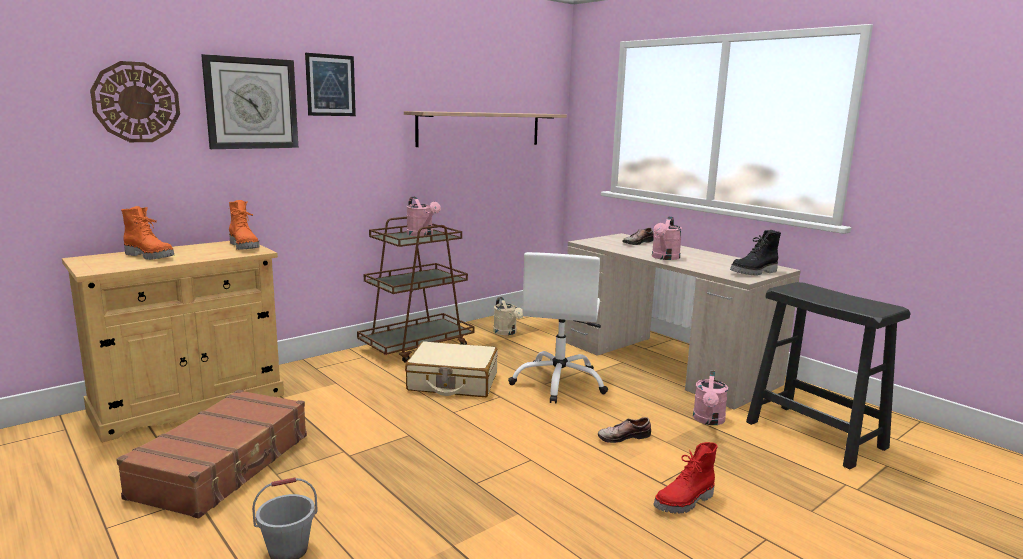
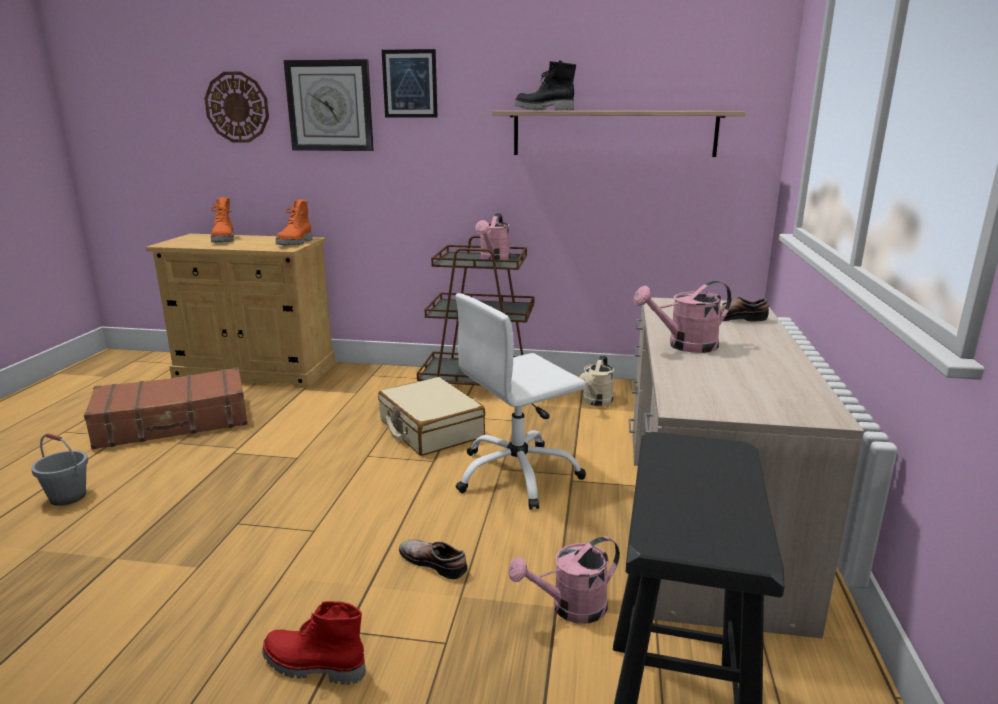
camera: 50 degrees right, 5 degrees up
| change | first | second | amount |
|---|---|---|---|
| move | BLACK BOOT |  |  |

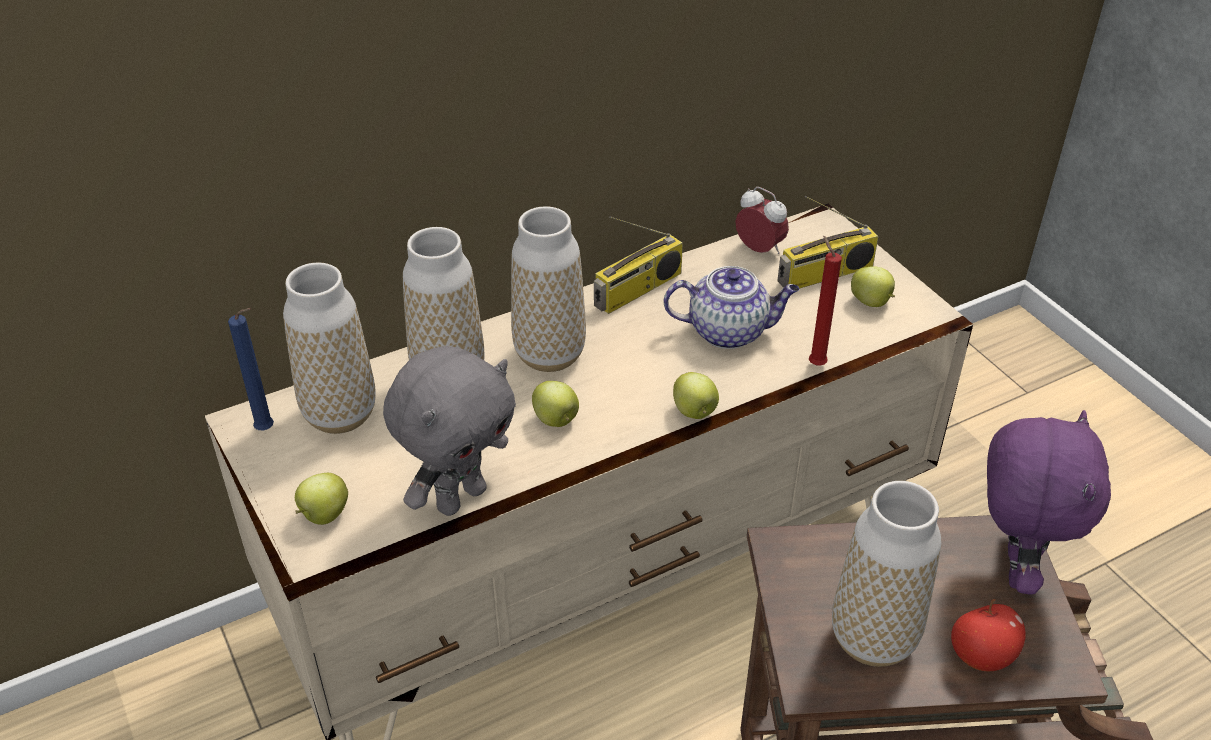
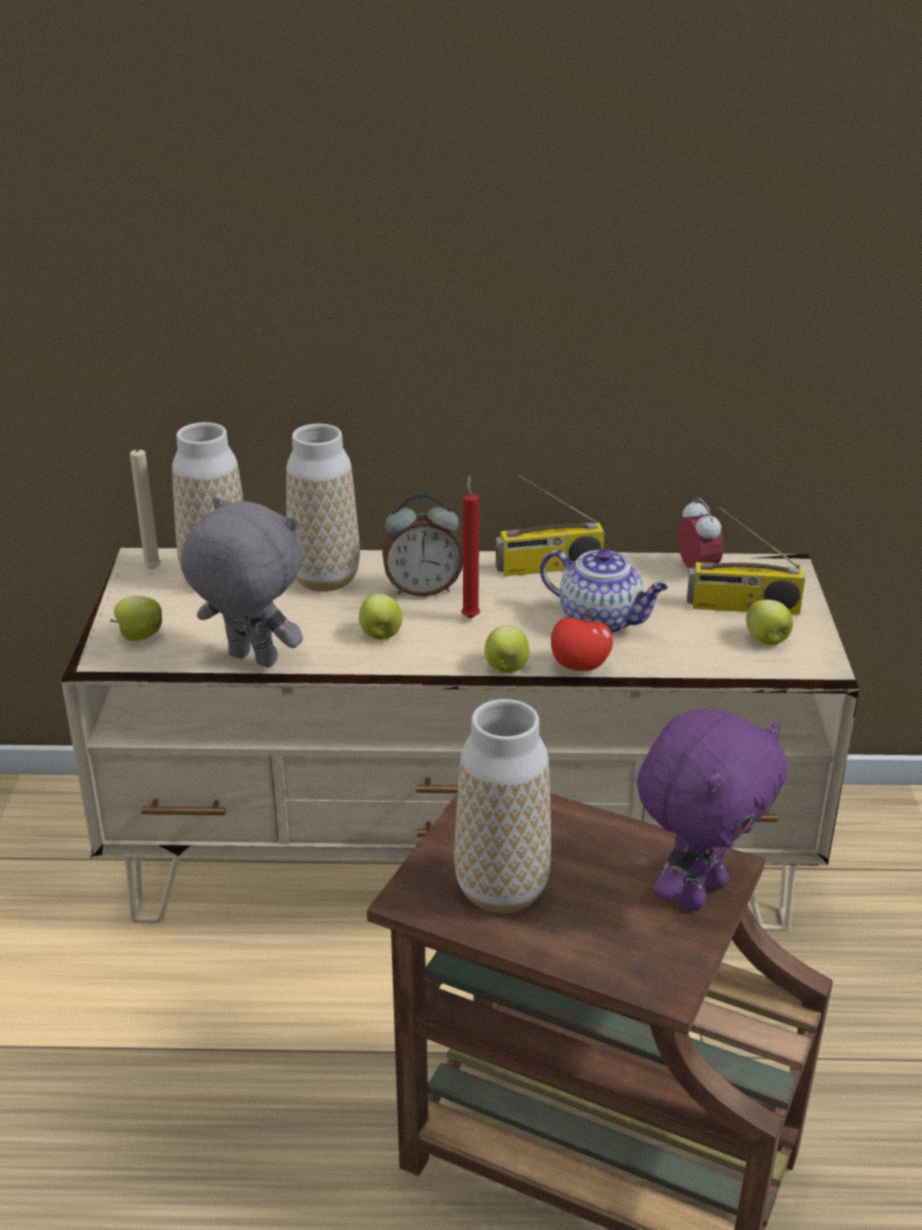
camera: 30 degrees right, 10 degrees down
| change | first | second | amount |
|---|---|---|---|
| move | RED CANDLE |  |  |
| move | APPLE (5th from left in the first image) | APPLE (4th from left) |  |
| replace | VASE (3rd from left) | ALARM CLOCK (1st from left) |  |
| recolor | BLUE CANDLE | BEIGE CANDLE |  |
| rotate | GREY PLUSH TOY |  | 135 degrees counterclockwise |

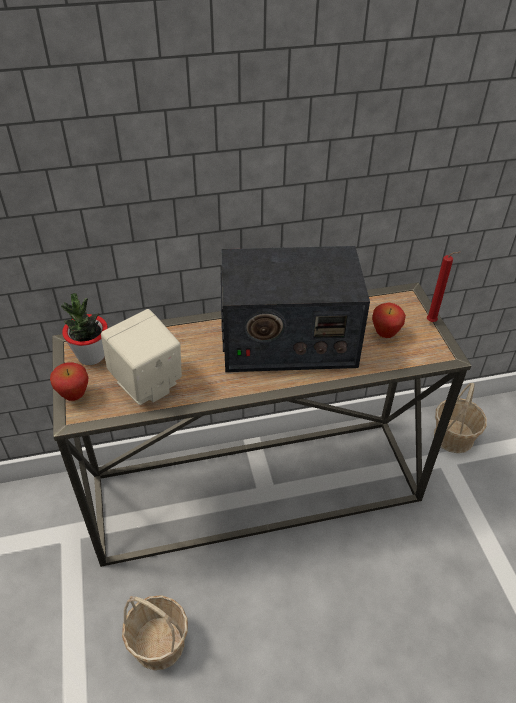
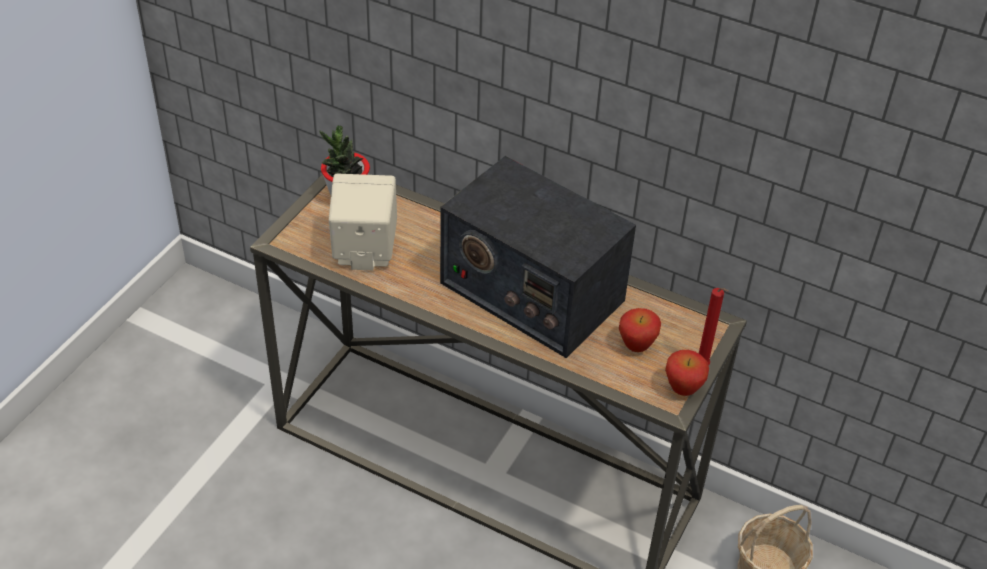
camera: 40 degrees right, 0 degrees up
| change | first | second | amount |
|---|---|---|---|
| delete | BASKET (1st from left) |  |  |
| move | APPLE (1st from left in the first image) | APPLE (2nd from left) |  |

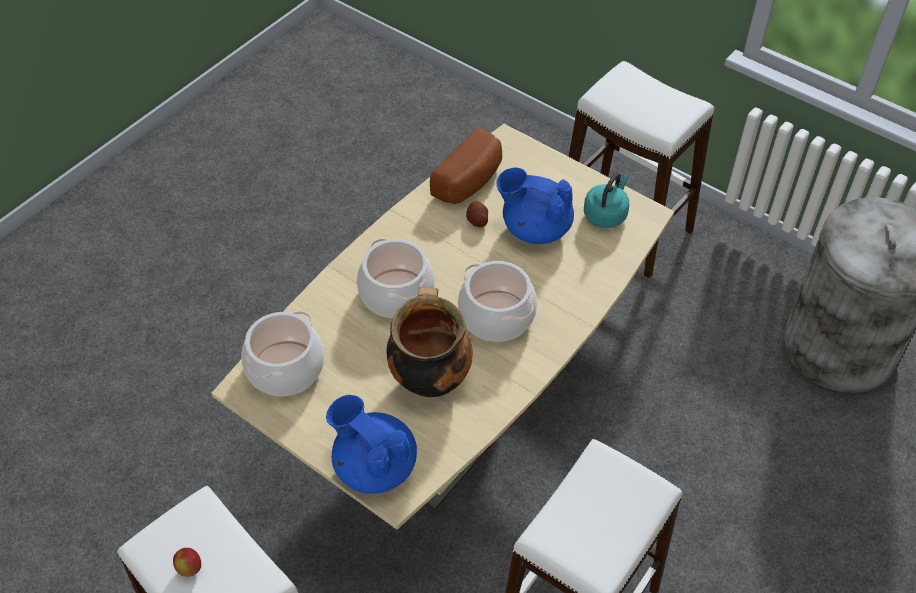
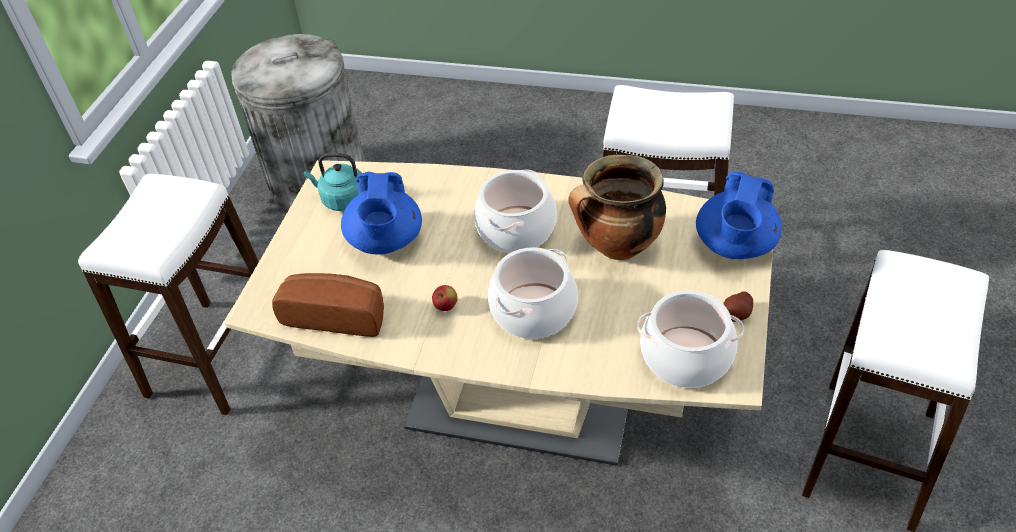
camera: 110 degrees left, 5 degrees down
| change | first | second | amount |
|---|---|---|---|
| move | APPLE |  |  |
| move | POTATO |  |  |

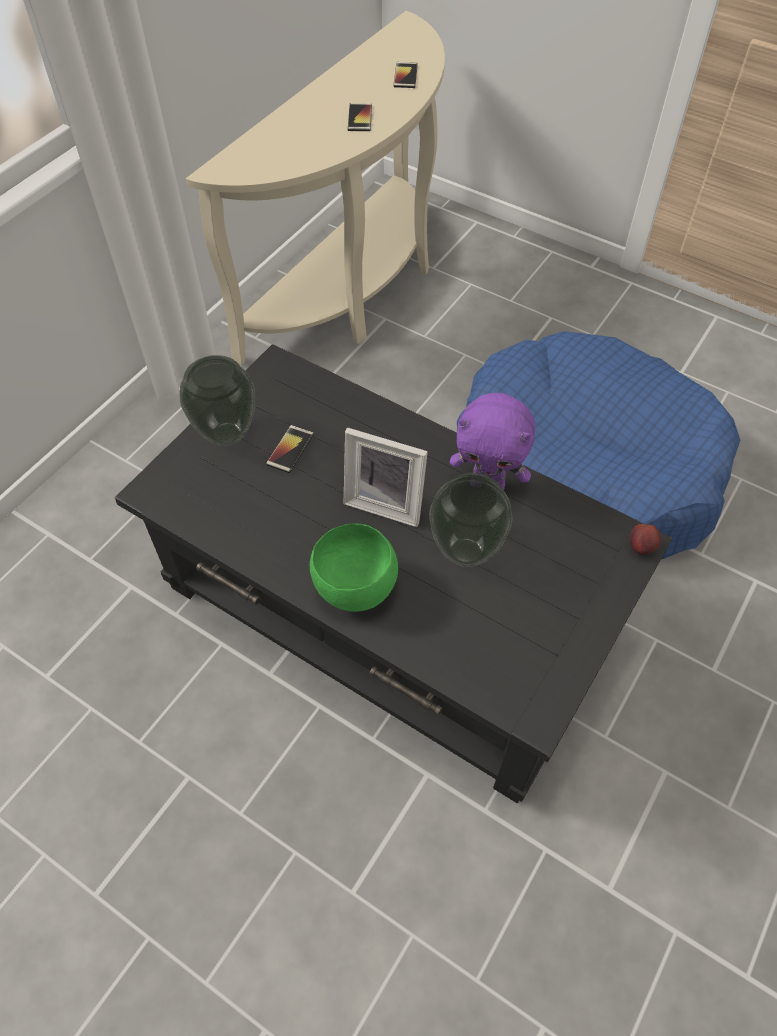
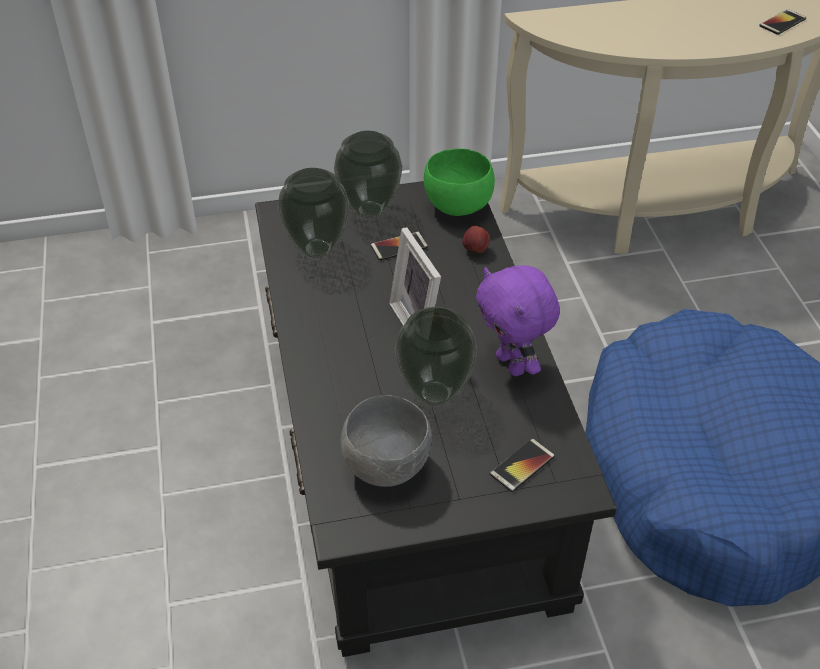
camera: 45 degrees right, 10 degrees down
| change | first | second | amount |
|---|---|---|---|
| insert |  | VASE (1st from left) |  |
| insert |  | GREY BOWL |  |
| move | GREEN BOWL |  |  |
| move | PHONE (2nd from left) |  |  |
| move | APPLE |  |  |

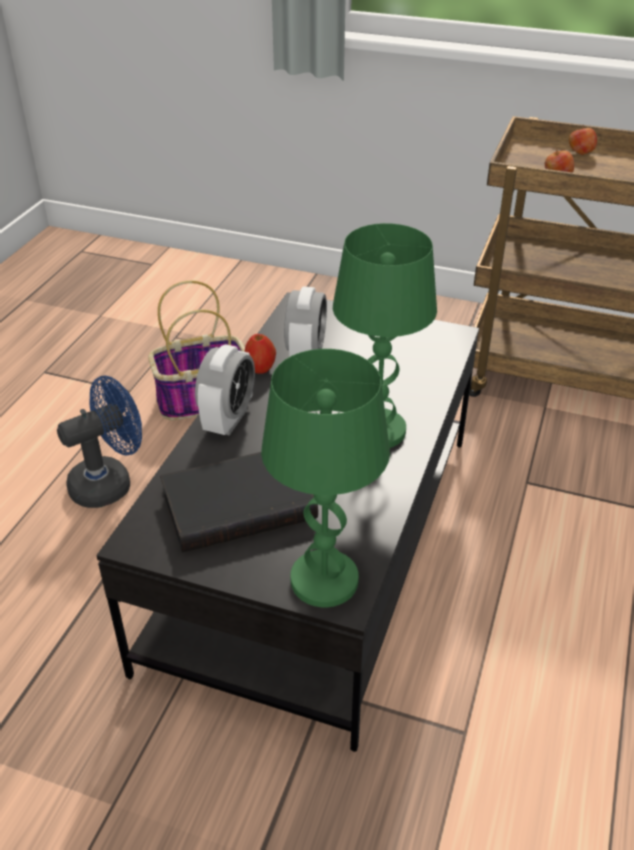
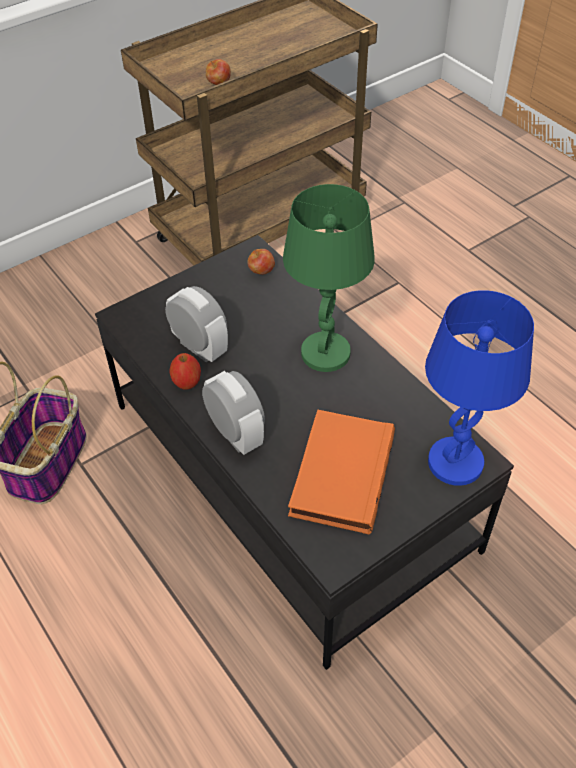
camera: 55 degrees left, 10 degrees up
| change | first | second | amount |
|---|---|---|---|
| delete | BLUE FAN |  |  |
| move | APPLE (3rd from left) |  |  |
| recolor | BLACK BOOK | ORANGE BOOK |  |
| recolor | GREEN TABLE LAMP (1st from left) | BLUE TABLE LAMP |  |

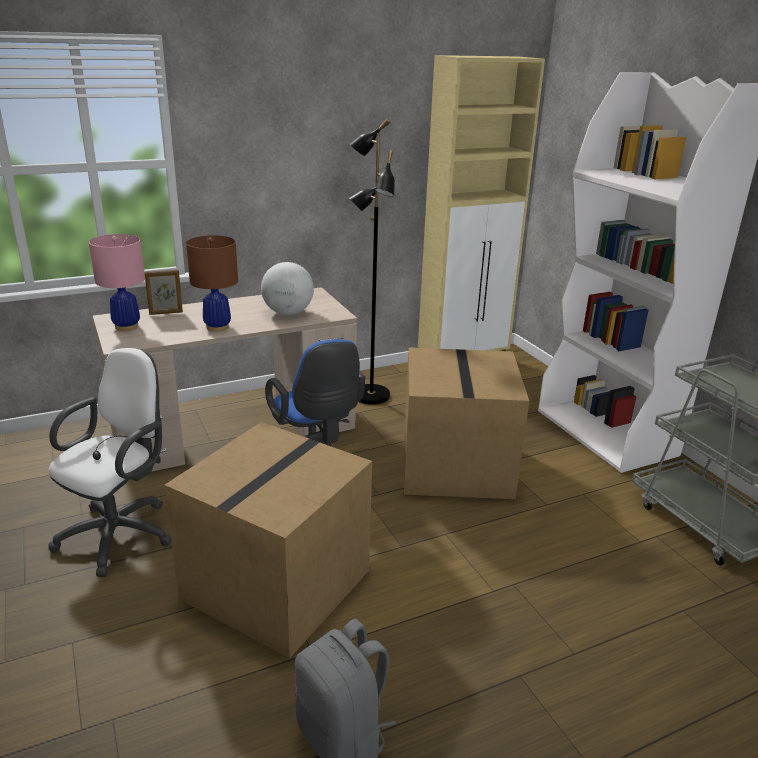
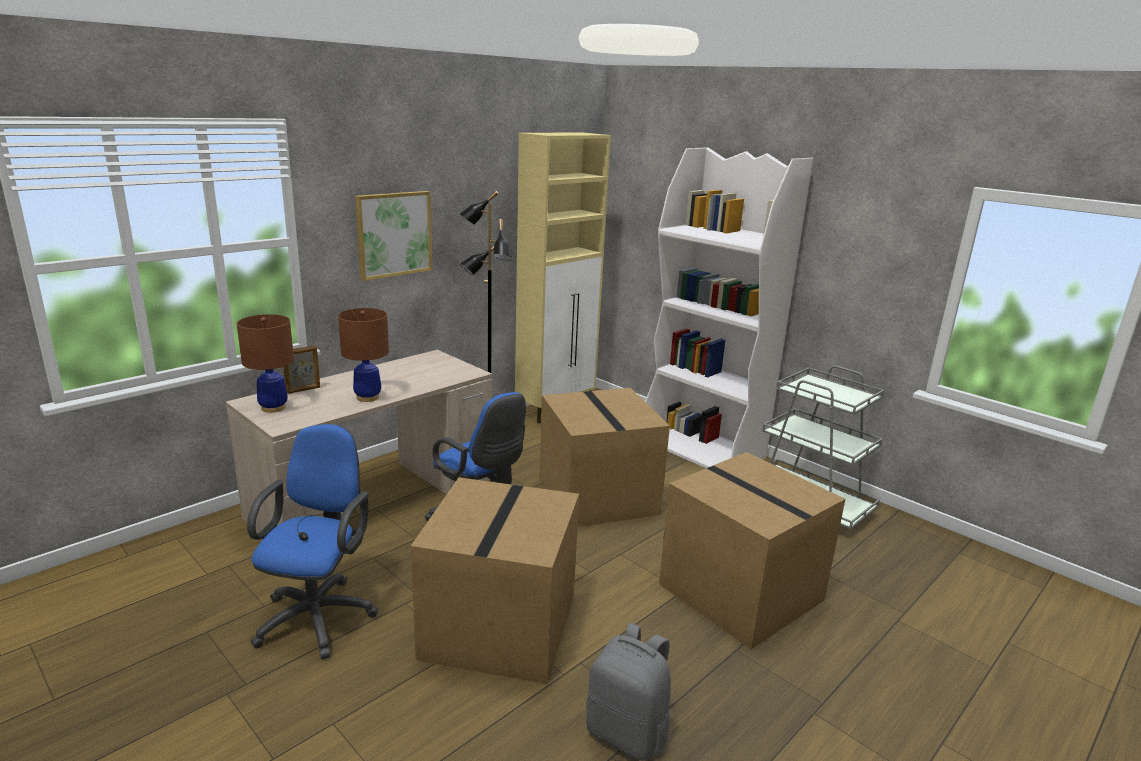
camera: 20 degrees left, 5 degrees down
| change | first | second | amount |
|---|---|---|---|
| delete | GLOBE |  |  |
| insert |  | PICTURE |  |
| insert |  | CARDBOARD BOX (3rd from left) |  |
| recolor | WHITE OFFICE CHAIR | BLUE OFFICE CHAIR (1st from left) |  |
| recolor | PINK TABLE LAMP | BROWN TABLE LAMP (1st from left) |  |

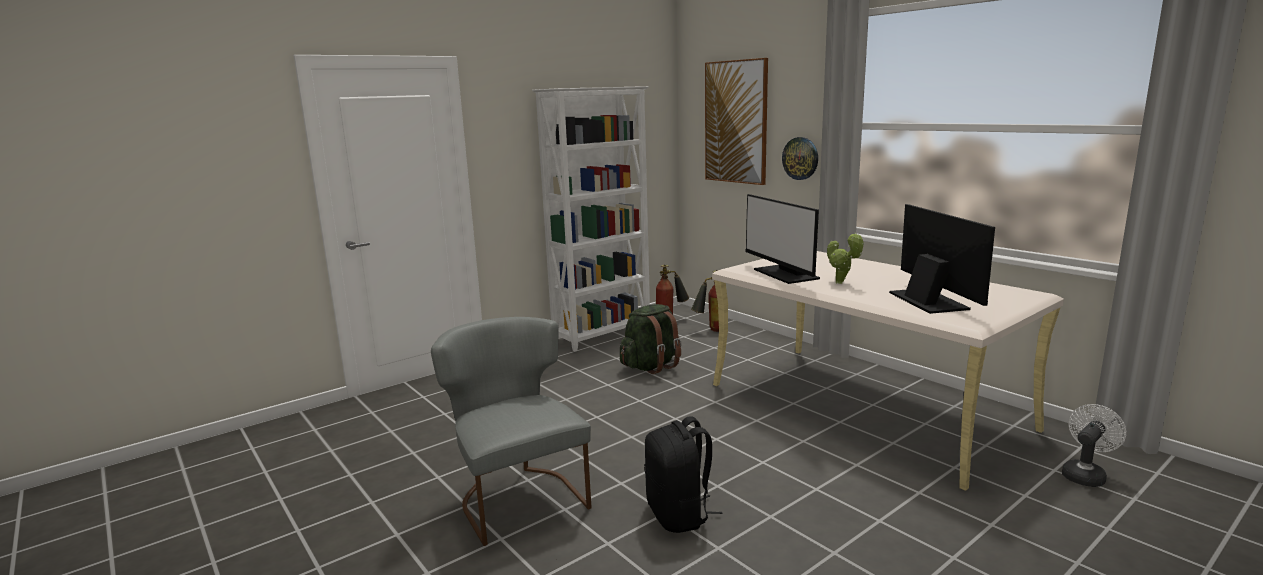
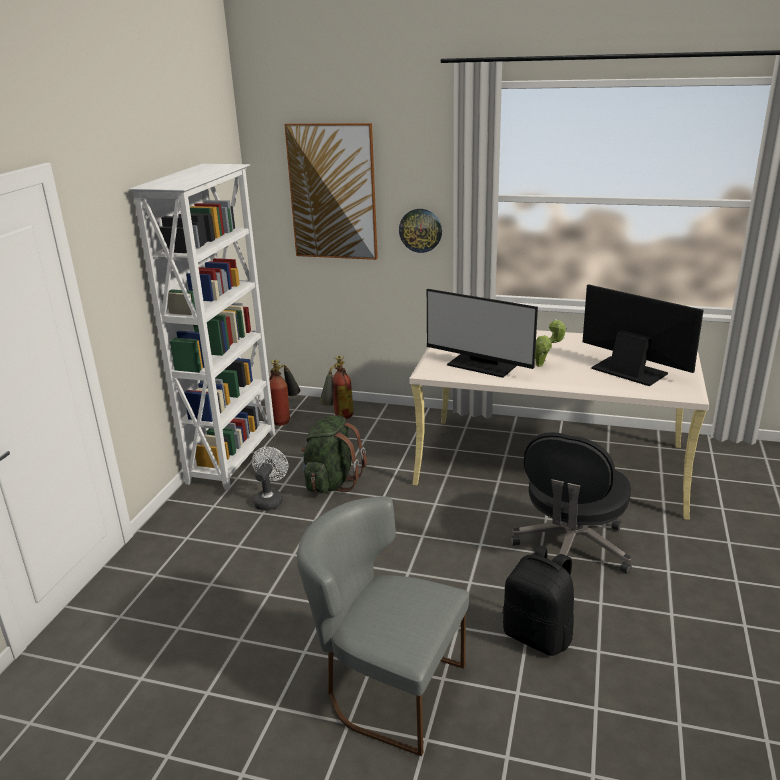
camera: 35 degrees left, 10 degrees up
| change | first | second | amount |
|---|---|---|---|
| insert |  | BLACK OFFICE CHAIR |  |
| move | WHITE FAN |  |  |

